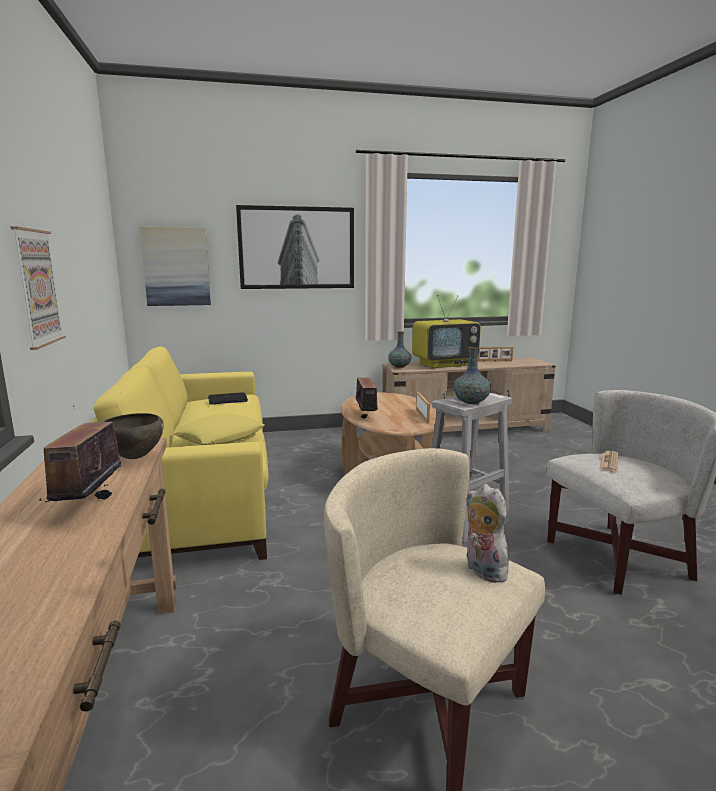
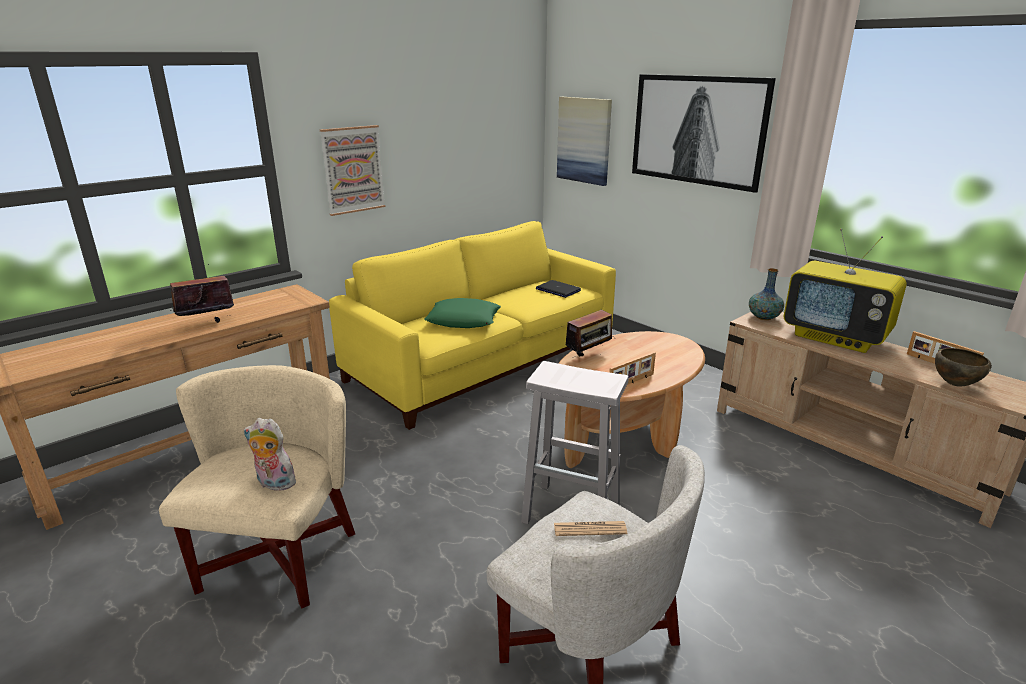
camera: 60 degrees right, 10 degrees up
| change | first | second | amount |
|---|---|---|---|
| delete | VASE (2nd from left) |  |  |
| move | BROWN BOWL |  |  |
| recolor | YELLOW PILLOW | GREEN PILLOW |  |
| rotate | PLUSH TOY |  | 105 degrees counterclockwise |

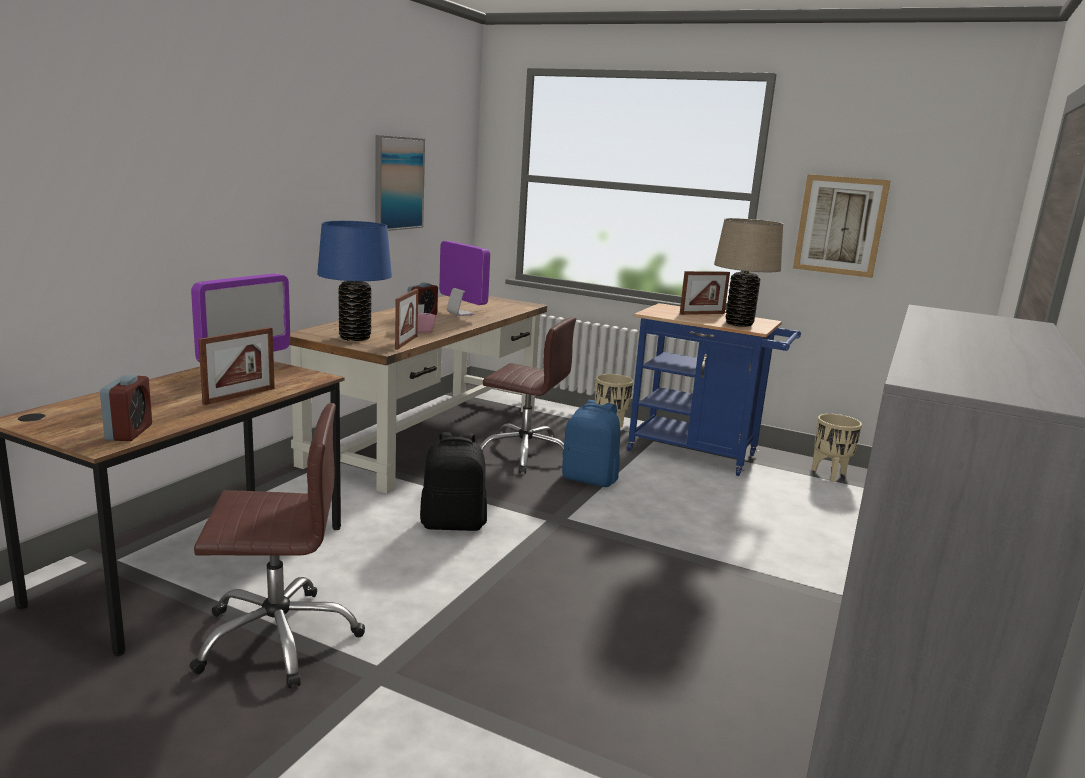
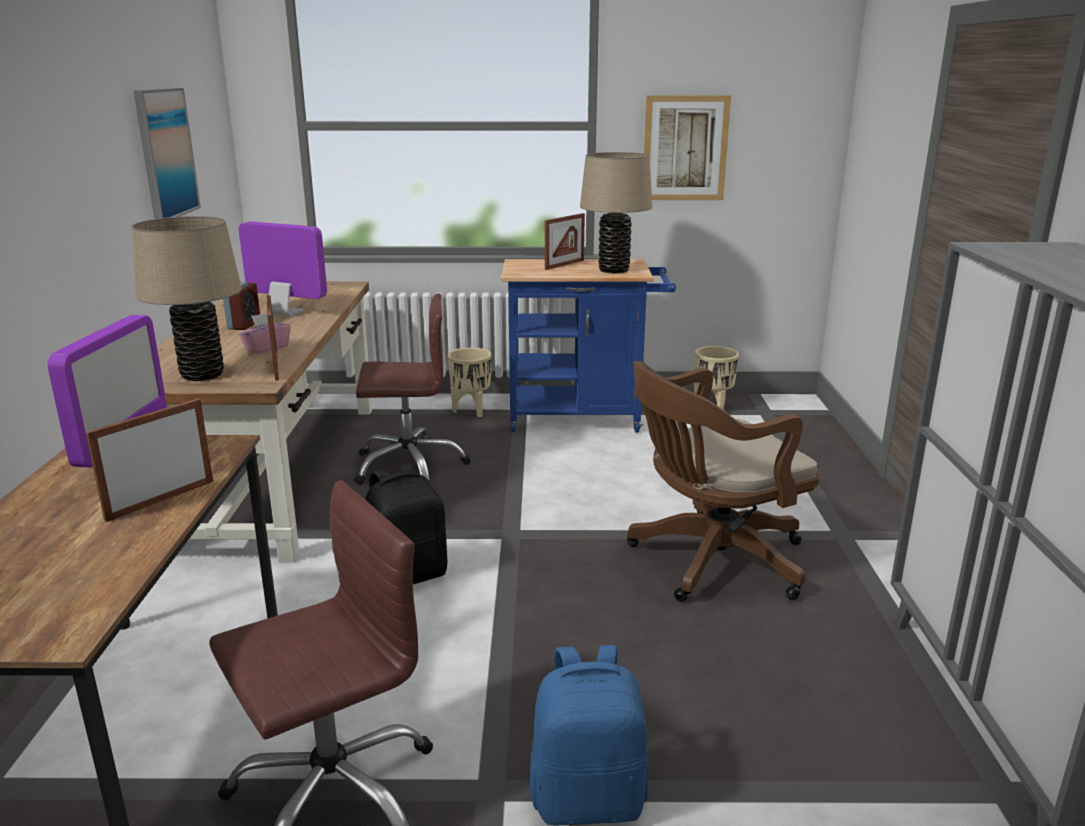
camera: 25 degrees left, 5 degrees up
| change | first | second | amount |
|---|---|---|---|
| delete | ALARM CLOCK (1st from left) |  |  |
| insert |  | BROWN OFFICE CHAIR (3rd from left) |  |
| move | BLUE BACKPACK |  |  |
| recolor | BLUE TABLE LAMP | BEIGE TABLE LAMP (1st from left) |  |
| rotate | PICTURE FRAME (1st from left) |  | 150 degrees counterclockwise |

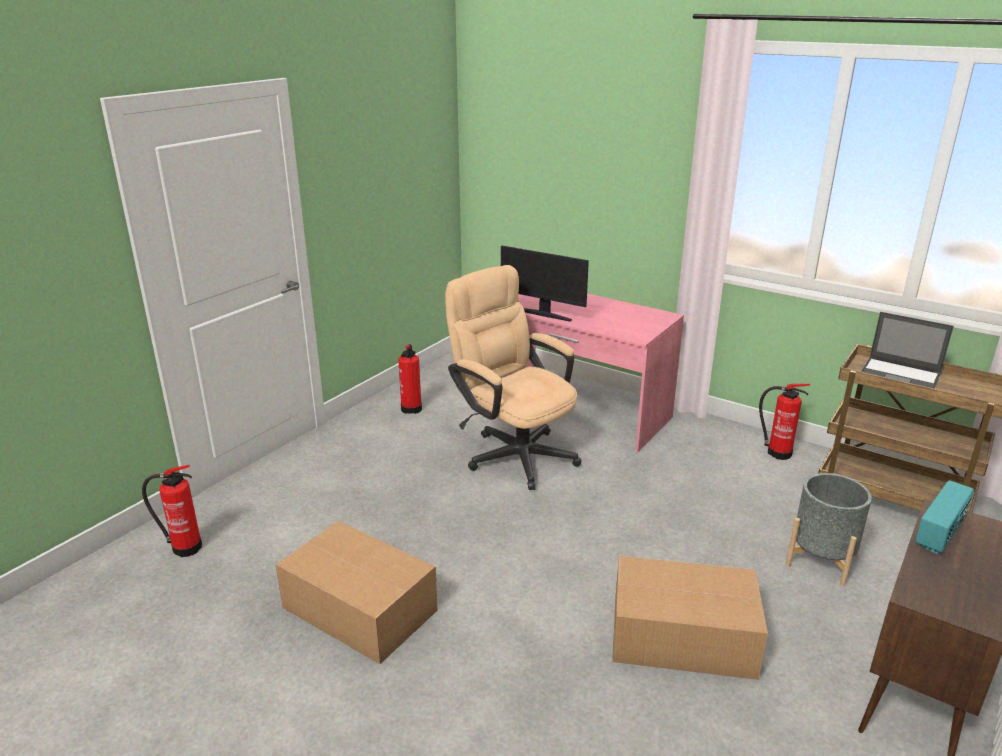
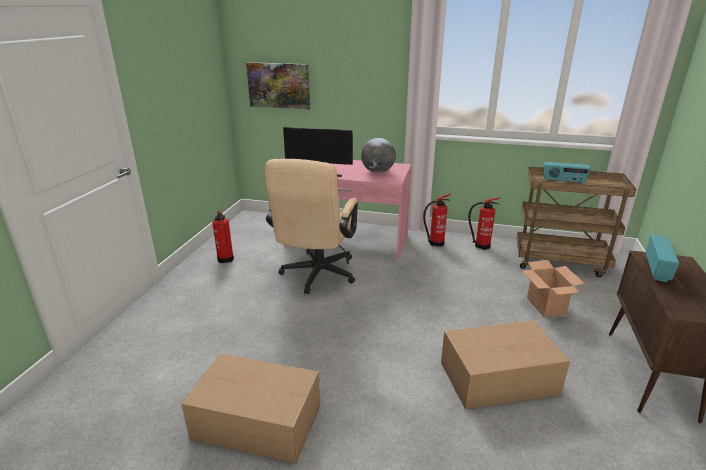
camera: 20 degrees left, 0 degrees up
| change | first | second | amount |
|---|---|---|---|
| insert |  | PICTURE |  |
| insert |  | GLOBE |  |
| move | FIRE EXTINGUISHER (1st from left in the first image) | FIRE EXTINGUISHER (2nd from left) |  |
| replace | GREY PLANTER | CARDBOARD BOX (3rd from left) |  |
| replace | LAPTOP | RADIO (1st from left) |  |
| rotate | BEIGE OFFICE CHAIR |  | 105 degrees counterclockwise |

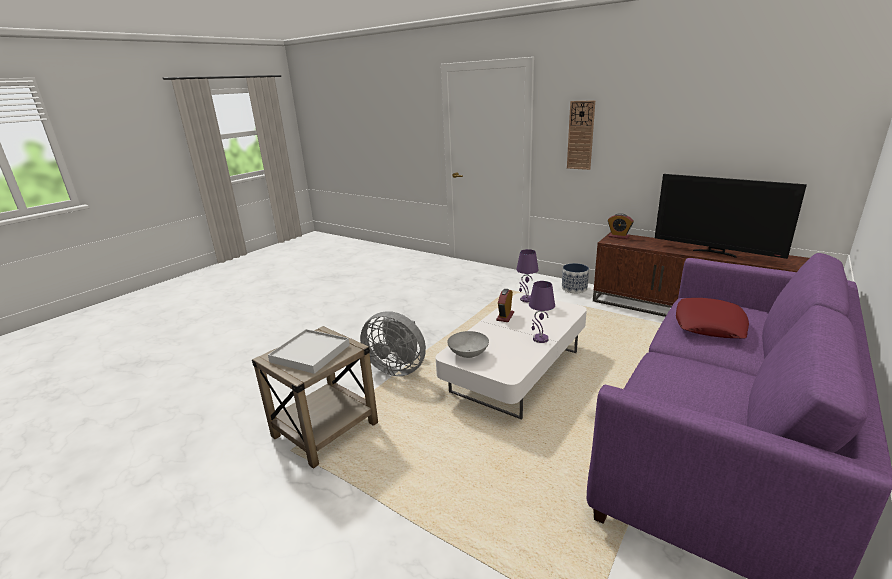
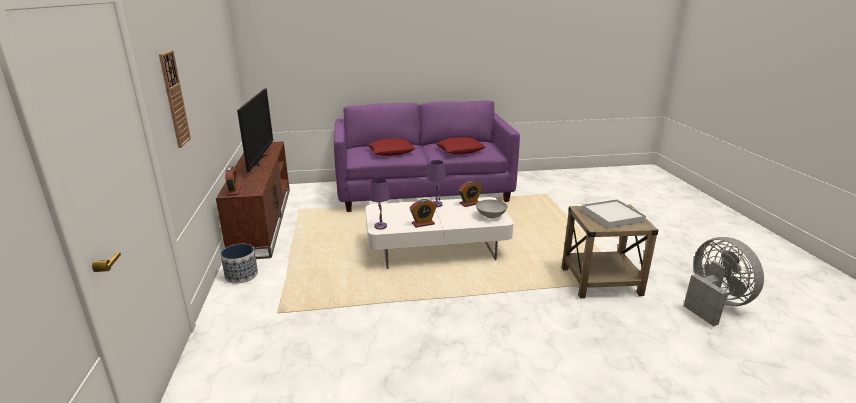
camera: 135 degrees left, 0 degrees up
| change | first | second | amount |
|---|---|---|---|
| insert |  | RED PILLOW (2nd from left) |  |
| insert |  | ALARM CLOCK (3rd from left) |  |
| move | GREY FAN |  |  |

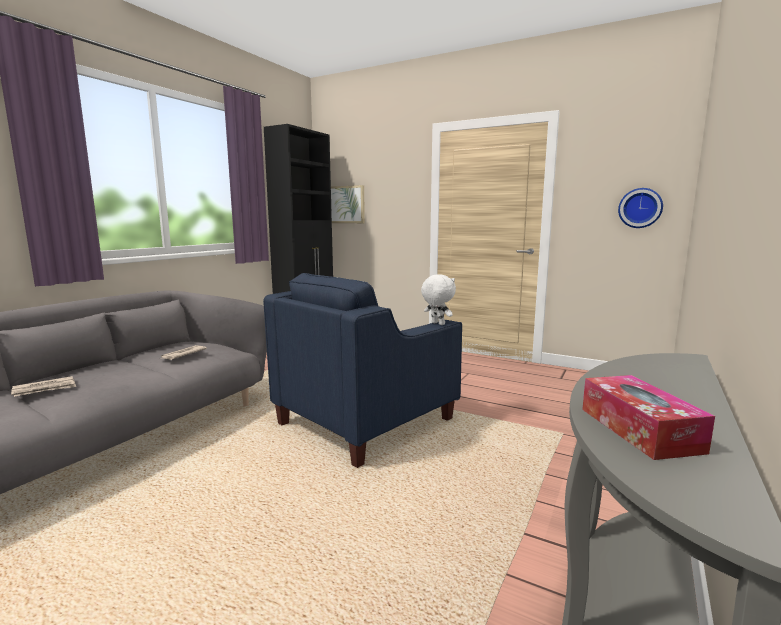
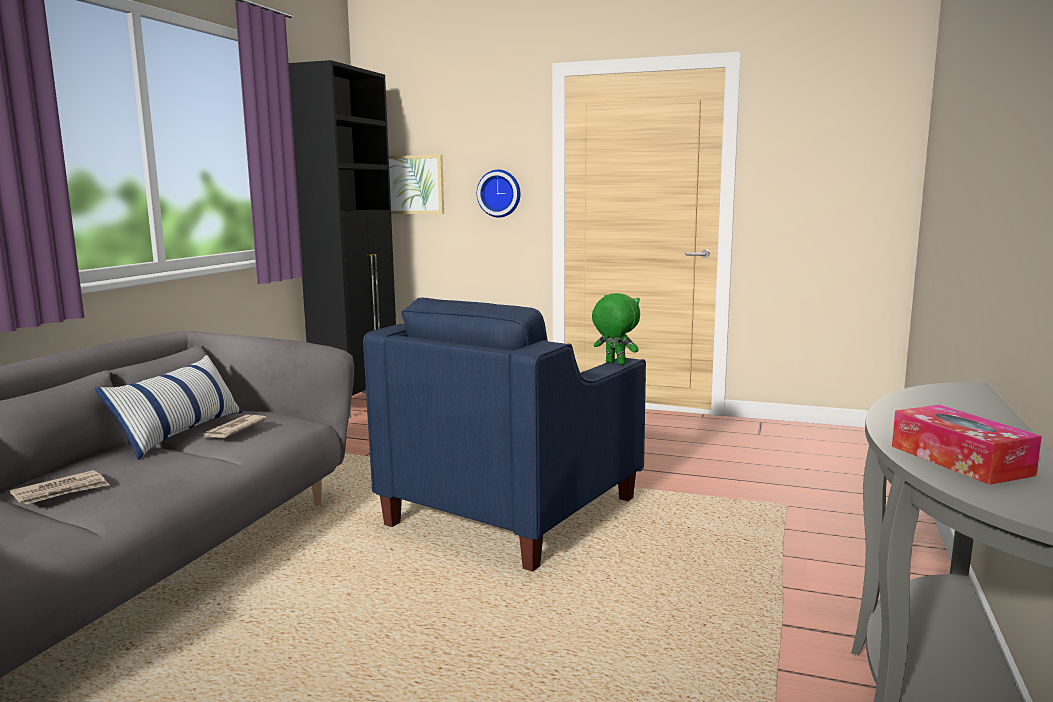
camera: 10 degrees left, 0 degrees up
| change | first | second | amount |
|---|---|---|---|
| insert |  | PILLOW |  |
| move | WALL CLOCK |  |  |
| recolor | WHITE PLUSH TOY | GREEN PLUSH TOY |  |

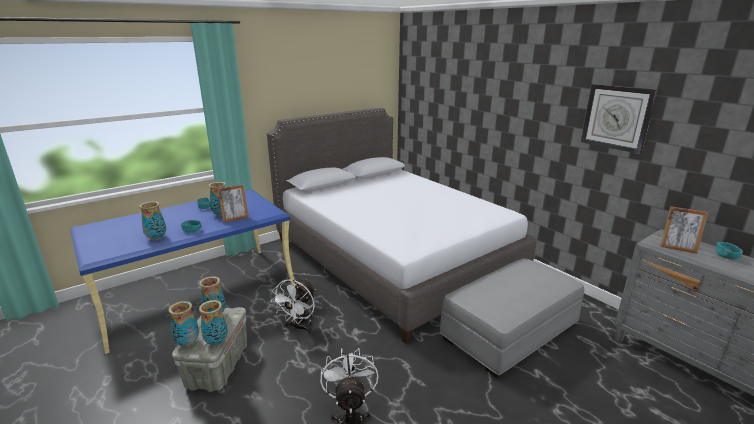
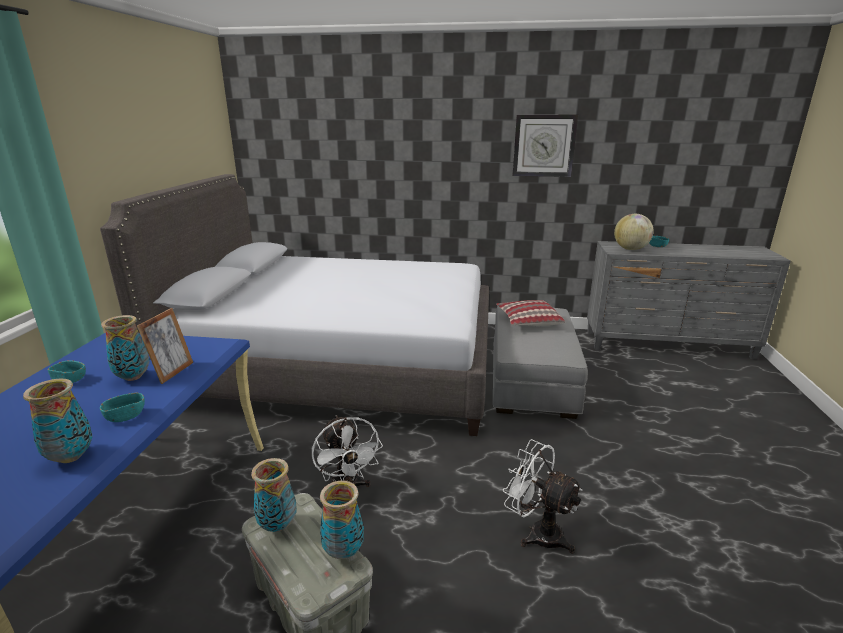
camera: 45 degrees left, 0 degrees up
| change | first | second | amount |
|---|---|---|---|
| delete | VASE (2nd from left) |  |  |
| insert |  | PILLOW |  |
| replace | PICTURE FRAME (2nd from left) | GLOBE |  |

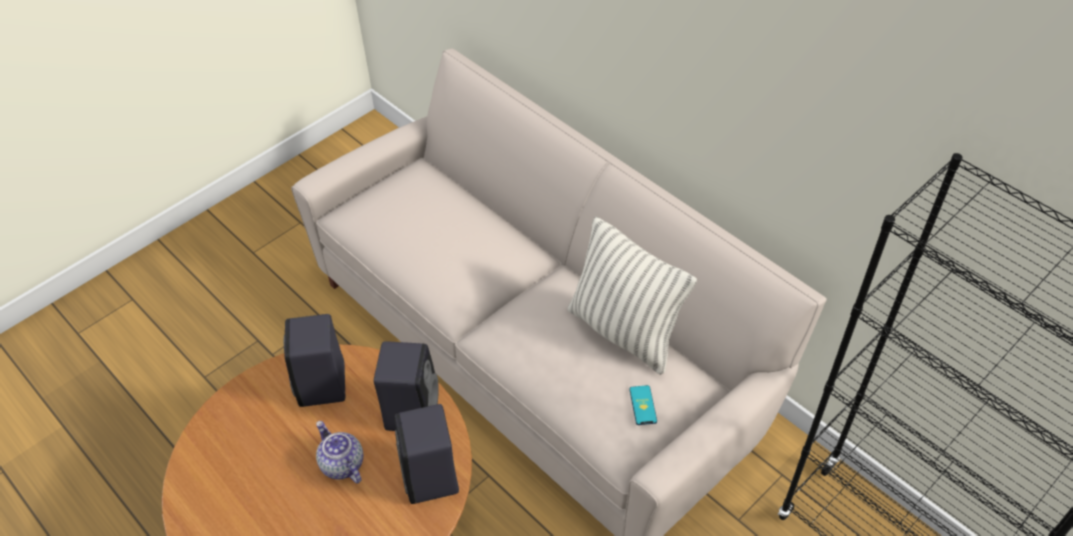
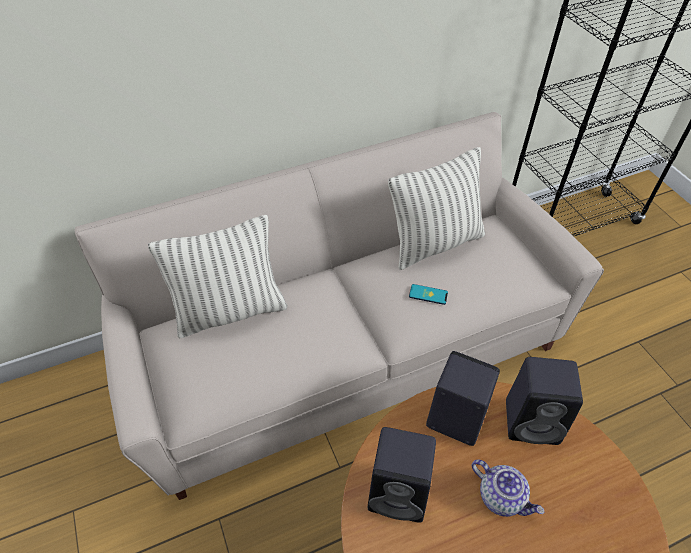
camera: 70 degrees left, 0 degrees up
| change | first | second | amount |
|---|---|---|---|
| insert |  | PILLOW (1st from left) |  |
| move | PHONE |  |  |
| rotate | TEAPOT |  | 120 degrees counterclockwise |

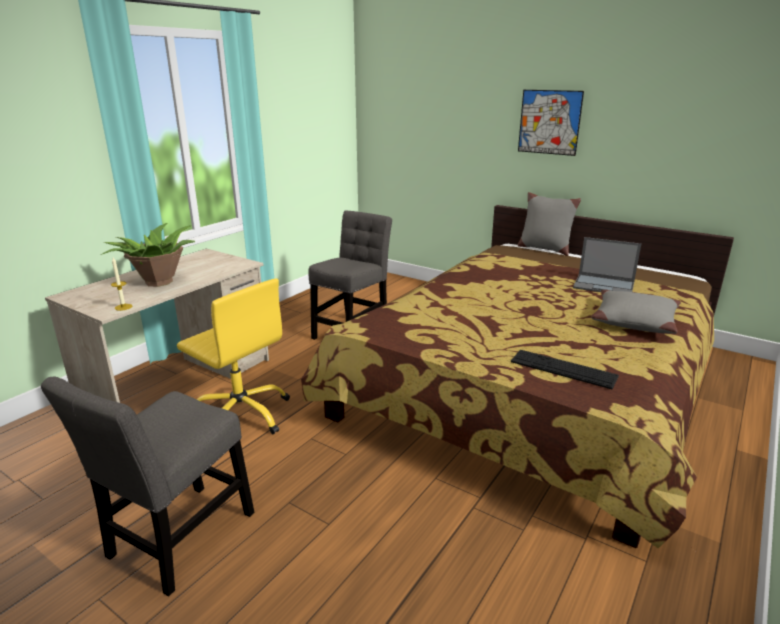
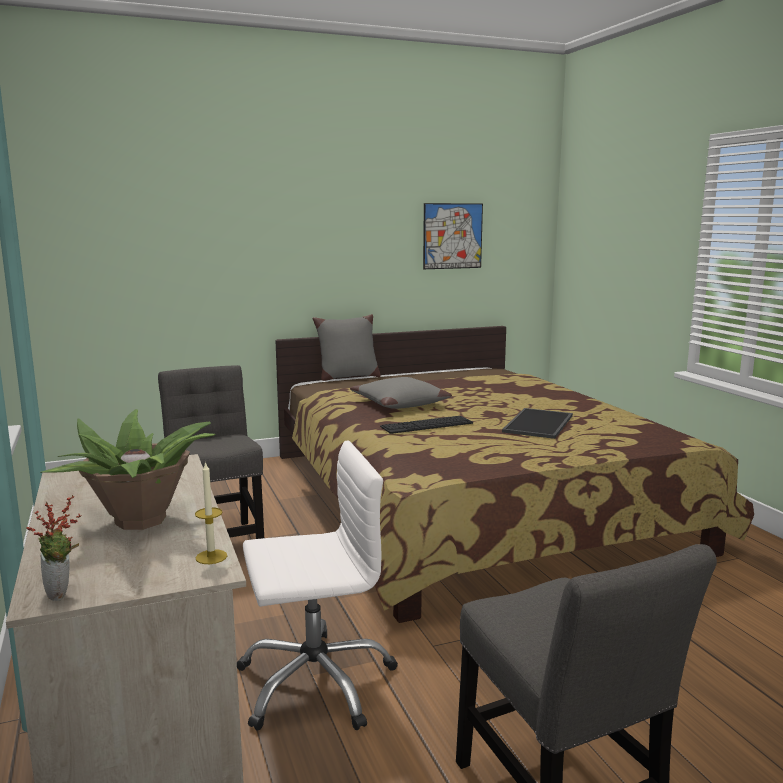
camera: 55 degrees left, 10 degrees down
| change | first | second | amount |
|---|---|---|---|
| delete | LAPTOP |  |  |
| insert |  | POTTED PLANT (1st from left) |  |
| insert |  | TRAY |  |
| move | KEYBOARD |  |  |
| move | PICTURE |  |  |
| move | GREY PILLOW (2nd from left) |  |  |
| recolor | YELLOW OFFICE CHAIR | WHITE OFFICE CHAIR |  |

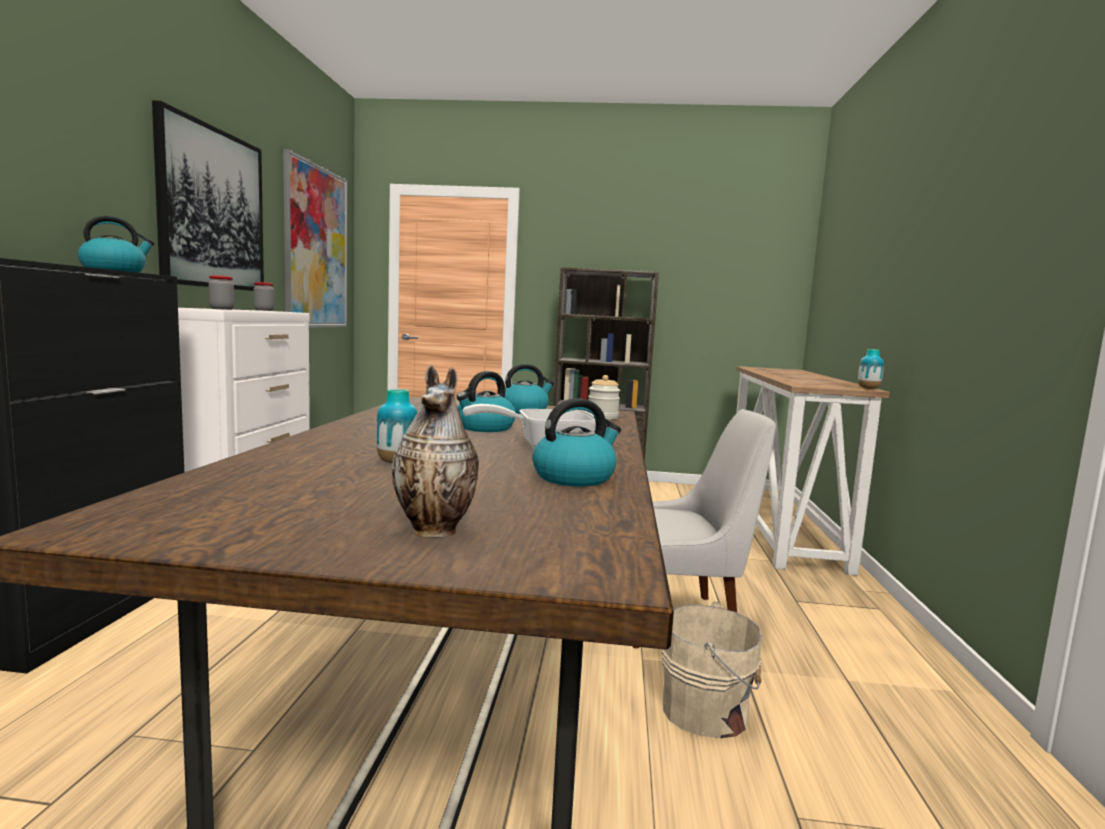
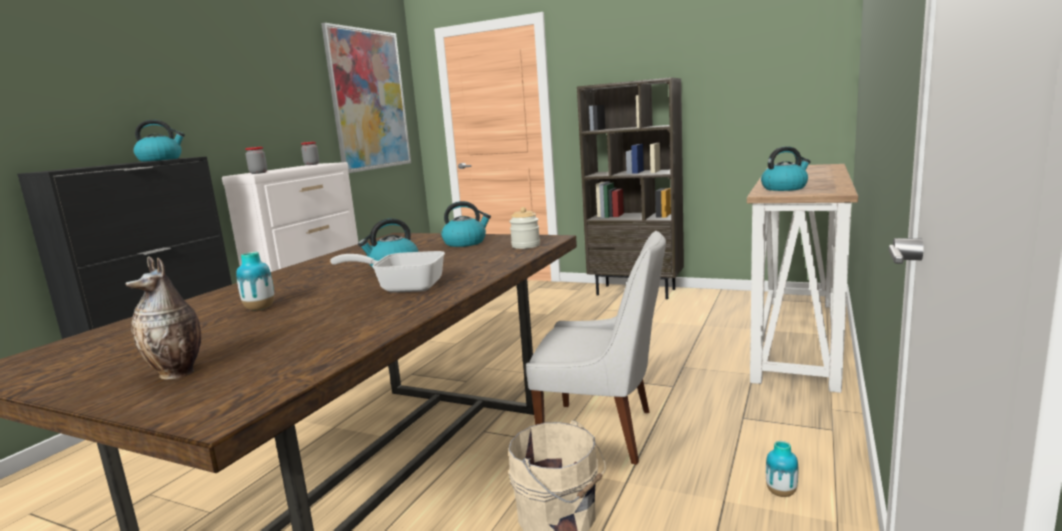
camera: 20 degrees right, 5 degrees up
| change | first | second | amount |
|---|---|---|---|
| delete | PICTURE (1st from left) |  |  |
| move | KETTLE (4th from left) |  |  |
| move | VASE (3rd from left) |  |  |

